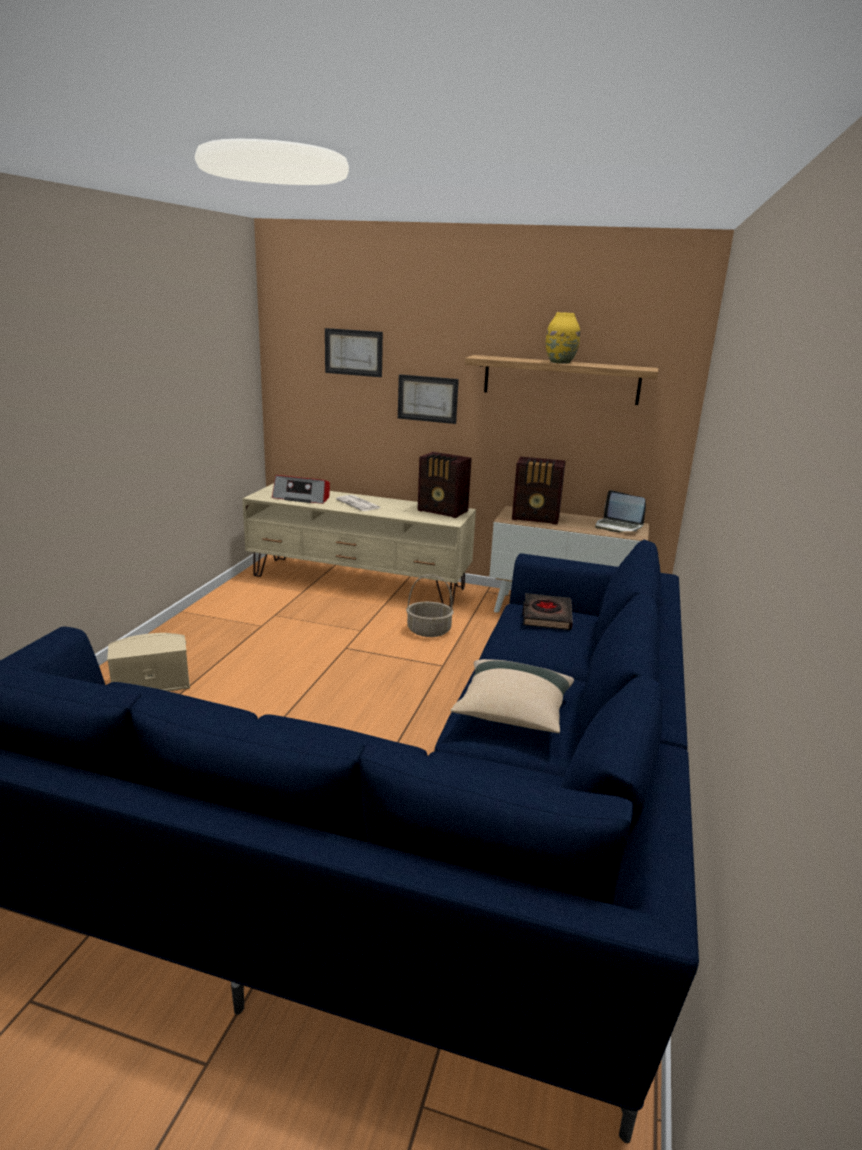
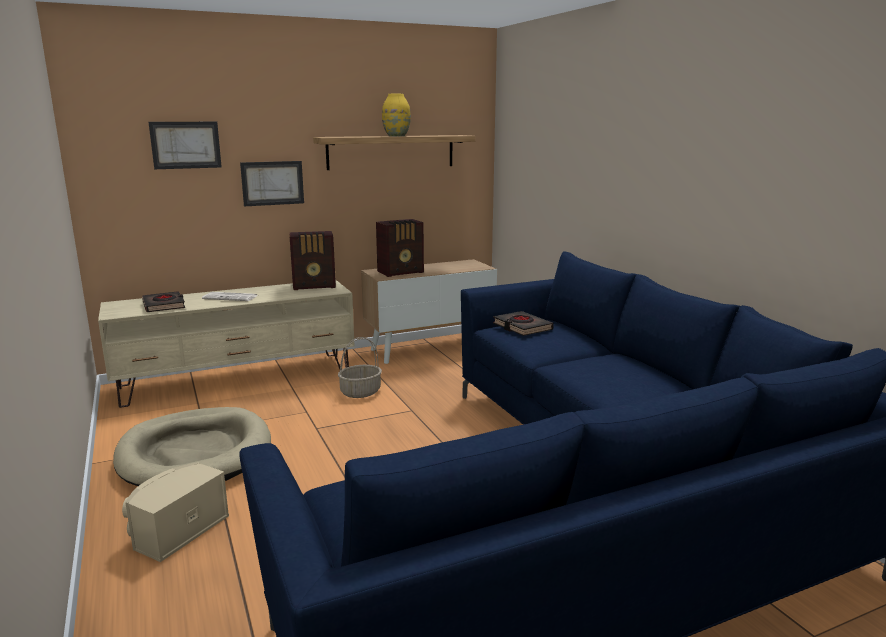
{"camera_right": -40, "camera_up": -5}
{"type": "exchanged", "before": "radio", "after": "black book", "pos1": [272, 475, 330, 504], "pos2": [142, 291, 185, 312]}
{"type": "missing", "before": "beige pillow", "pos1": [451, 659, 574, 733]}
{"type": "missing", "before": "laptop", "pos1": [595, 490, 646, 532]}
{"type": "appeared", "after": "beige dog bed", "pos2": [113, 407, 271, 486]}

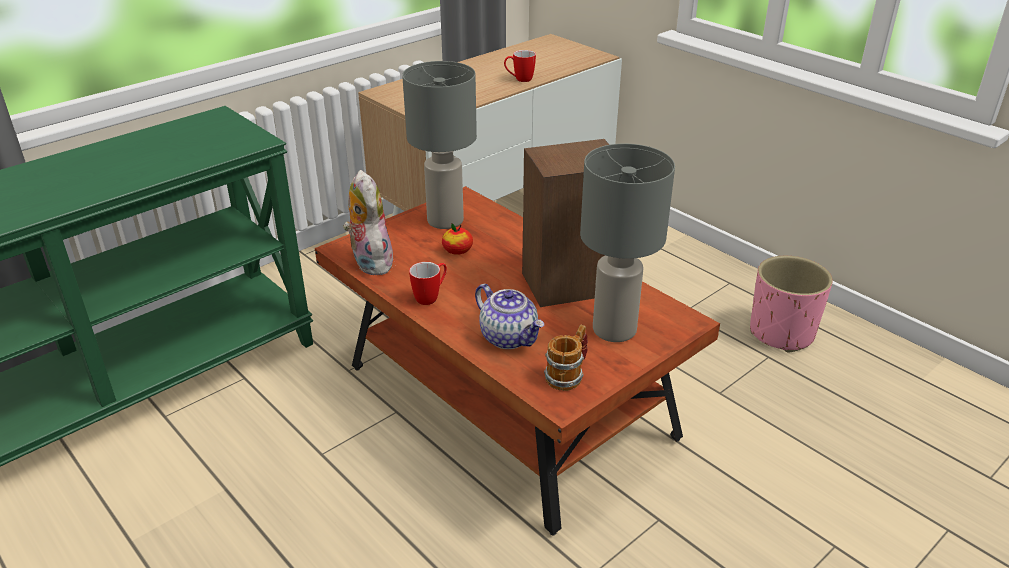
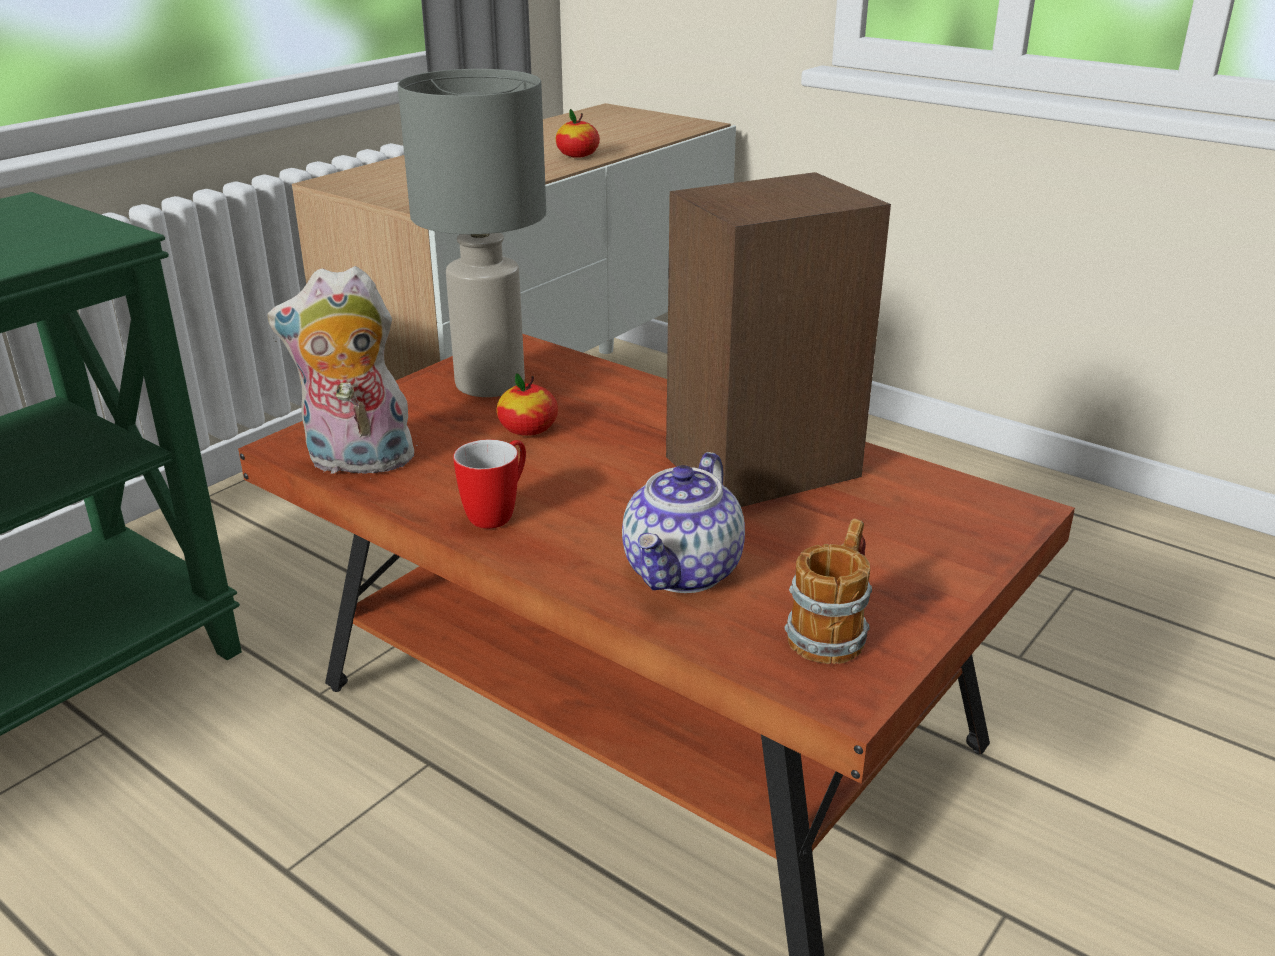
{"camera_right": -10, "camera_up": -5}
{"type": "spun", "before": "plush toy", "pos1": [343, 170, 393, 275], "pos2": [267, 266, 422, 477], "turn": -60}
{"type": "spun", "before": "teapot", "pos1": [475, 284, 544, 349], "pos2": [622, 452, 745, 593], "turn": 75}
{"type": "exchanged", "before": "mug", "after": "apple", "pos1": [504, 50, 536, 82], "pos2": [555, 109, 600, 158]}
{"type": "missing", "before": "grey table lamp", "pos1": [580, 144, 675, 342]}
{"type": "missing", "before": "pink planter", "pos1": [750, 256, 833, 353]}

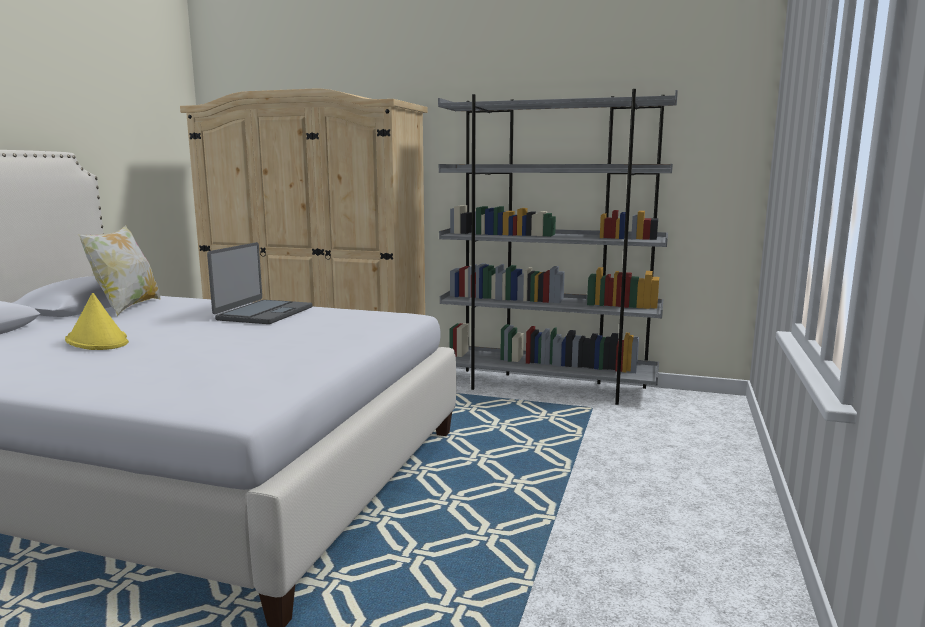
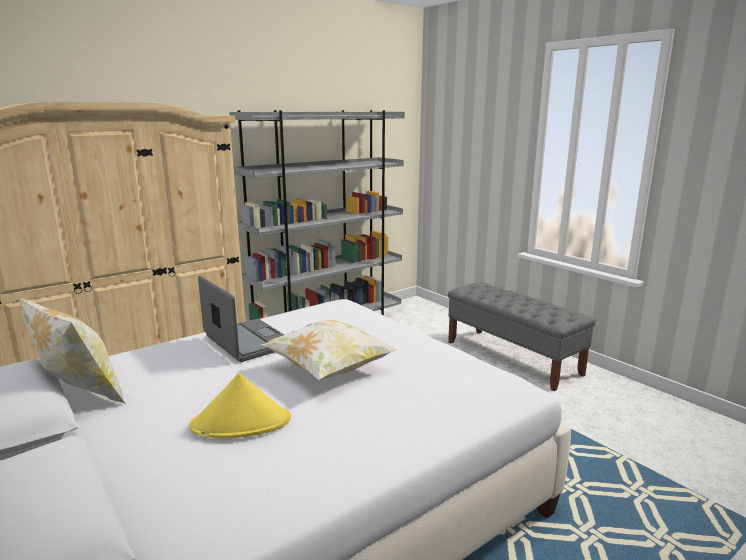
{"camera_right": -55, "camera_up": 5}
{"type": "appeared", "after": "pillow", "pos2": [262, 320, 397, 380]}
{"type": "appeared", "after": "grey bench", "pos2": [448, 282, 596, 391]}

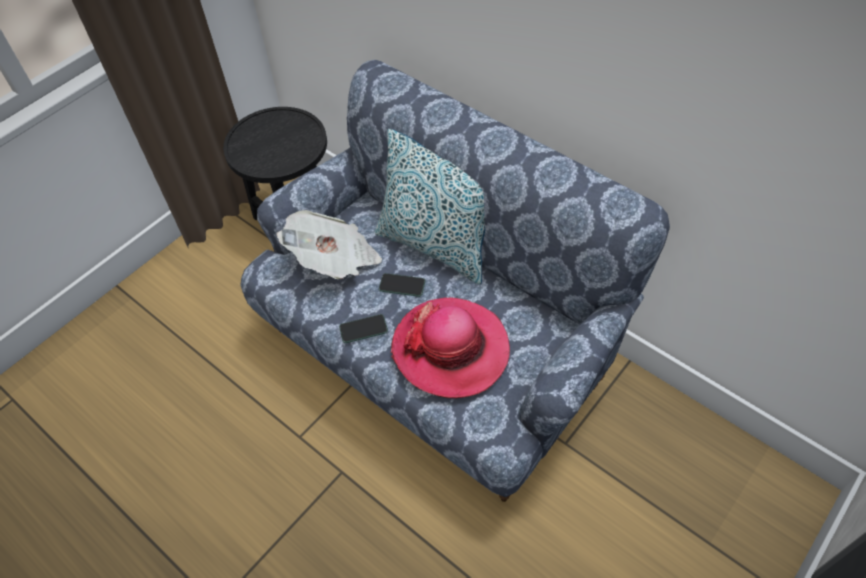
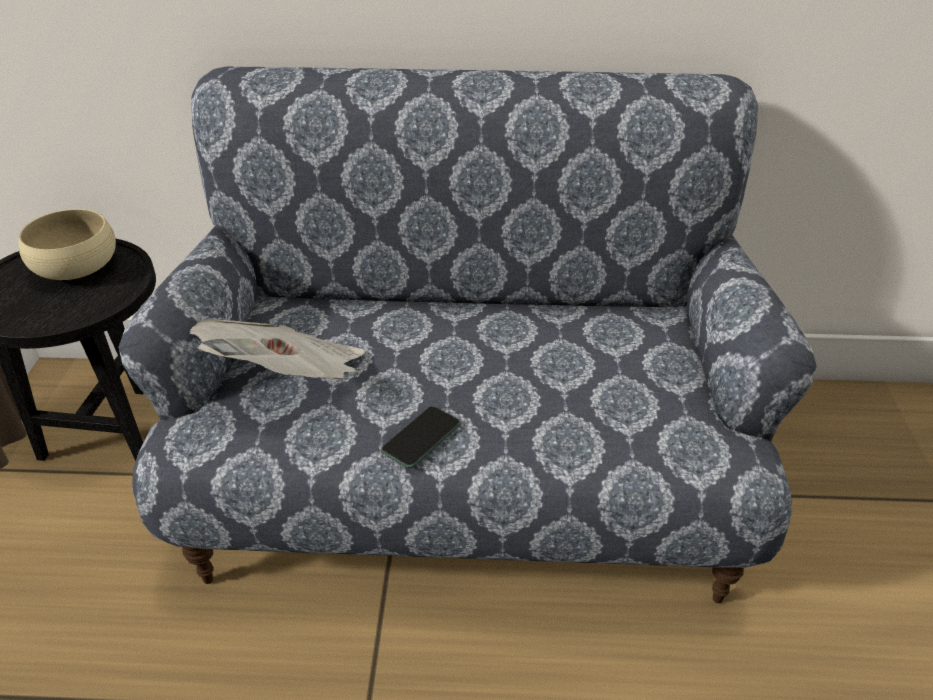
{"camera_right": -40, "camera_up": -15}
{"type": "missing", "before": "pillow", "pos1": [375, 129, 485, 284]}
{"type": "missing", "before": "phone", "pos1": [379, 273, 426, 297]}
{"type": "missing", "before": "hat", "pos1": [391, 297, 510, 398]}
{"type": "appeared", "after": "beige bowl", "pos2": [19, 209, 116, 280]}

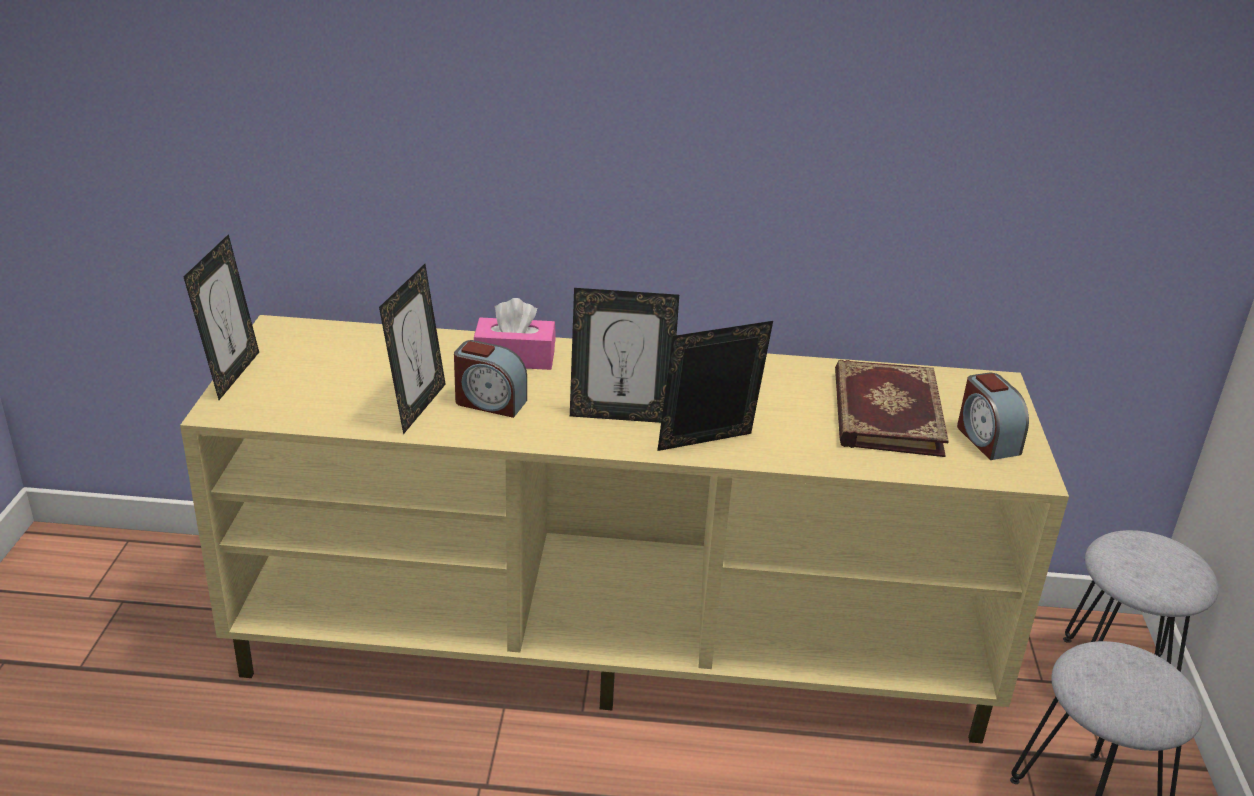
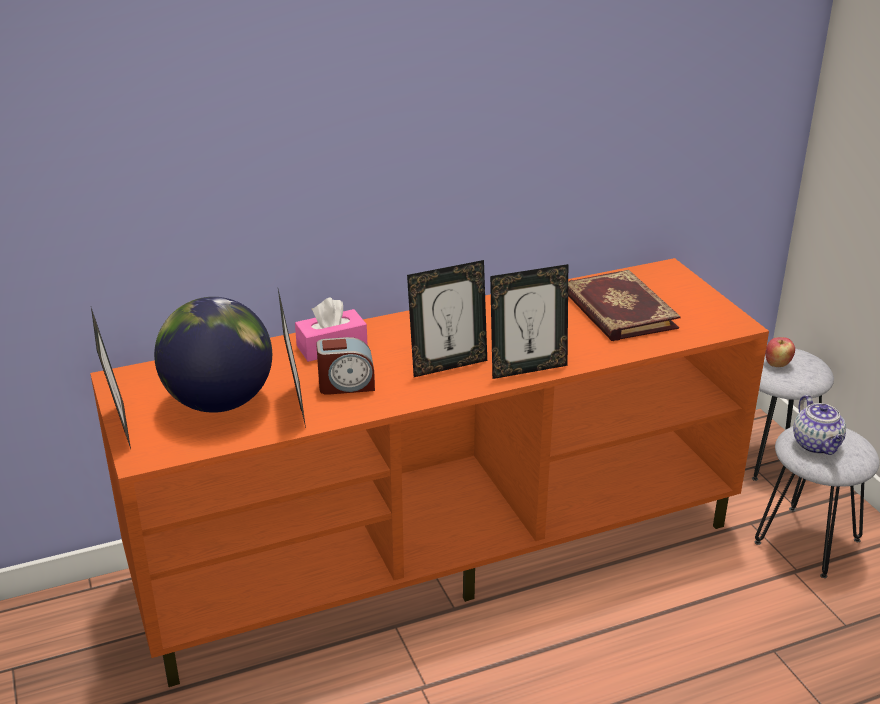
{"camera_right": -25, "camera_up": 0}
{"type": "colour", "before": "beige tv stand", "after": "orange tv stand", "pos1": [180, 315, 1069, 744], "pos2": [90, 258, 769, 687]}
{"type": "spun", "before": "picture frame", "pos1": [657, 321, 773, 451], "pos2": [490, 264, 568, 379], "turn": -150}
{"type": "missing", "before": "alarm clock", "pos1": [957, 373, 1029, 460]}
{"type": "appeared", "after": "globe", "pos2": [154, 297, 272, 413]}
{"type": "appeared", "after": "apple", "pos2": [765, 337, 795, 367]}
{"type": "appeared", "after": "teapot", "pos2": [793, 395, 846, 455]}

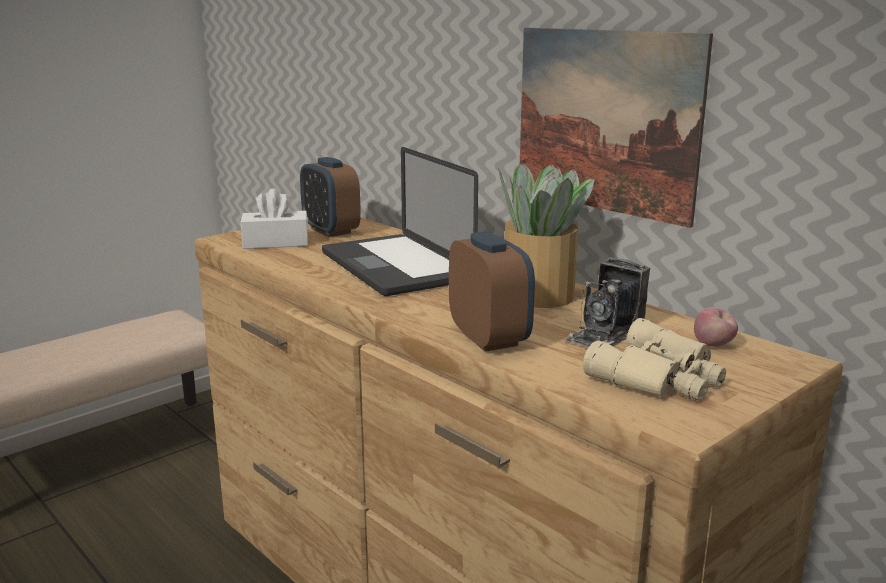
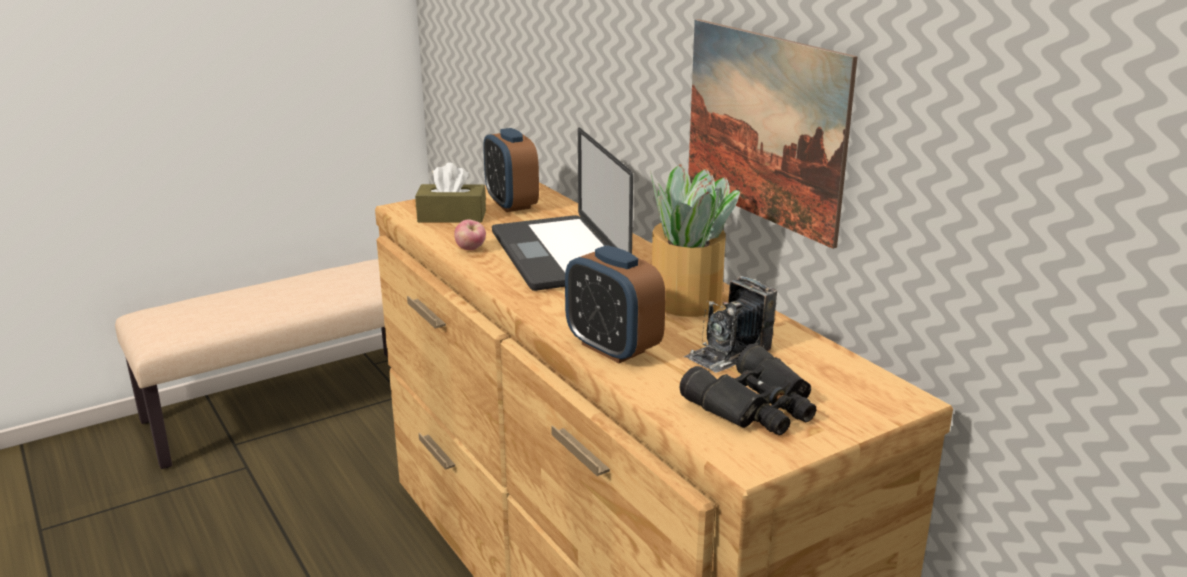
{"camera_right": 10, "camera_up": 5}
{"type": "colour", "before": "white tissue box", "after": "brown tissue box", "pos1": [240, 188, 309, 249], "pos2": [415, 162, 486, 223]}
{"type": "spun", "before": "alarm clock", "pos1": [449, 232, 535, 352], "pos2": [565, 245, 666, 363], "turn": 150}
{"type": "colour", "before": "beige binoculars", "after": "black binoculars", "pos1": [583, 318, 726, 401], "pos2": [680, 343, 816, 435]}
{"type": "relocated", "before": "apple", "pos1": [694, 307, 738, 347], "pos2": [454, 219, 486, 250]}

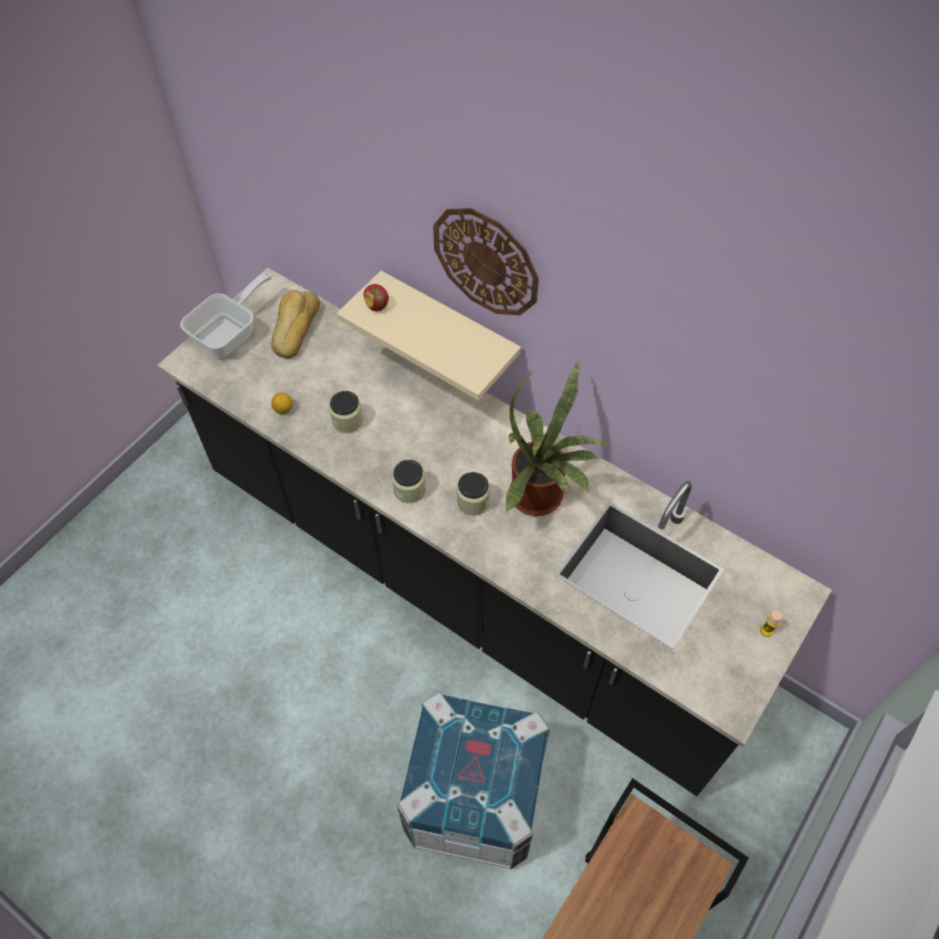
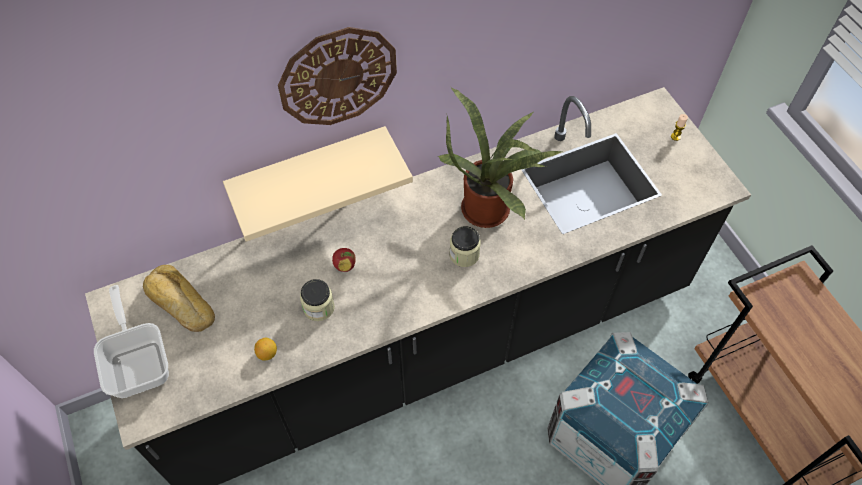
{"camera_right": -60, "camera_up": 0}
{"type": "relocated", "before": "apple", "pos1": [363, 284, 389, 311], "pos2": [332, 248, 356, 272]}
{"type": "missing", "before": "jar", "pos1": [392, 460, 426, 503]}

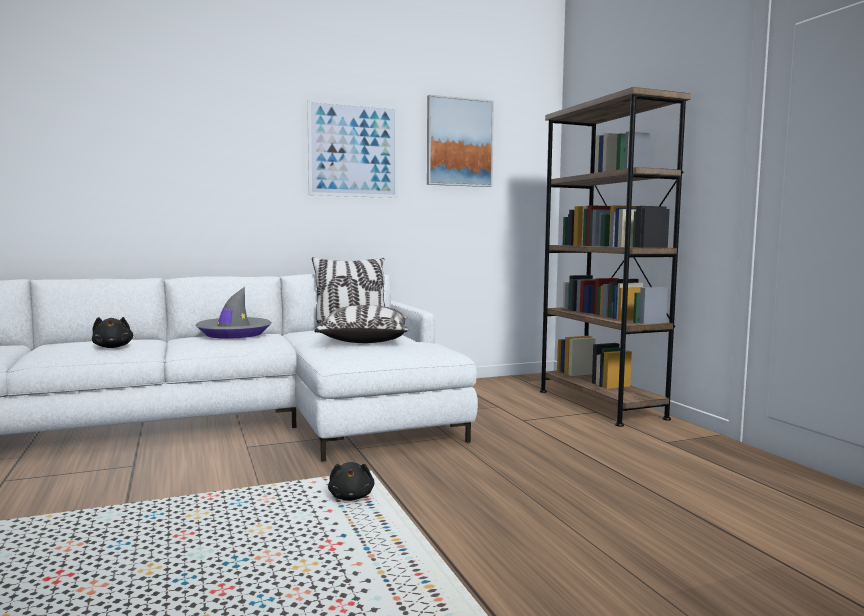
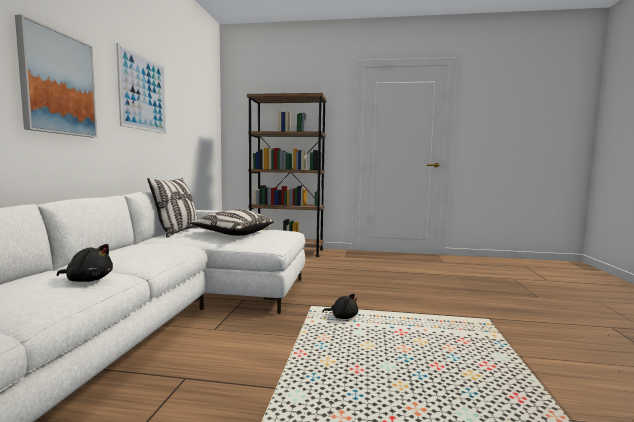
{"camera_right": -60, "camera_up": 0}
{"type": "missing", "before": "grey hat", "pos1": [195, 287, 272, 339]}
{"type": "relocated", "before": "picture", "pos1": [427, 95, 494, 187], "pos2": [15, 14, 97, 138]}

